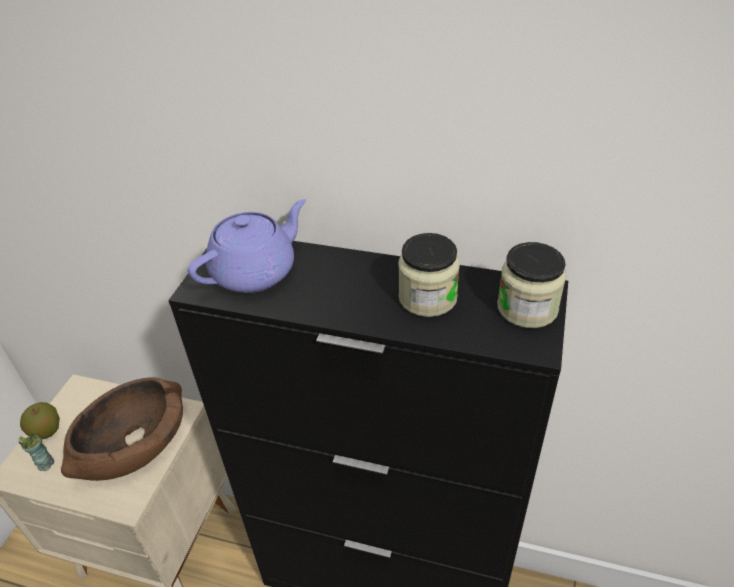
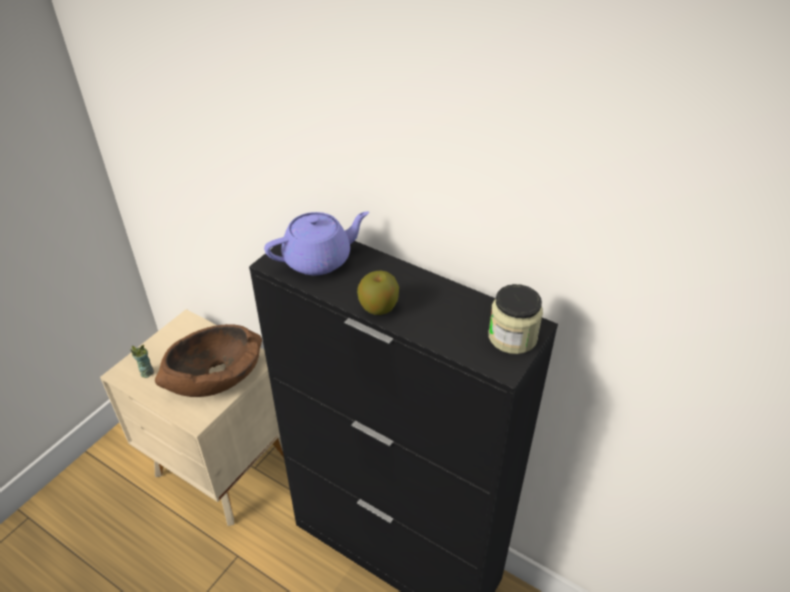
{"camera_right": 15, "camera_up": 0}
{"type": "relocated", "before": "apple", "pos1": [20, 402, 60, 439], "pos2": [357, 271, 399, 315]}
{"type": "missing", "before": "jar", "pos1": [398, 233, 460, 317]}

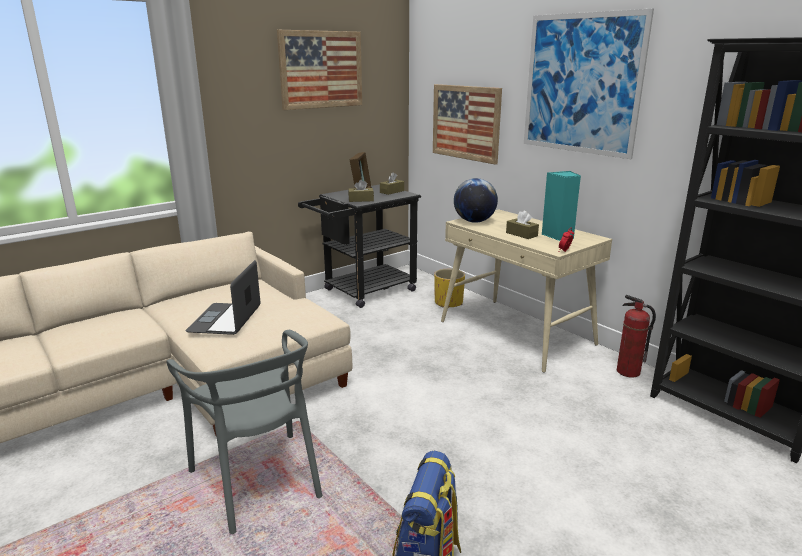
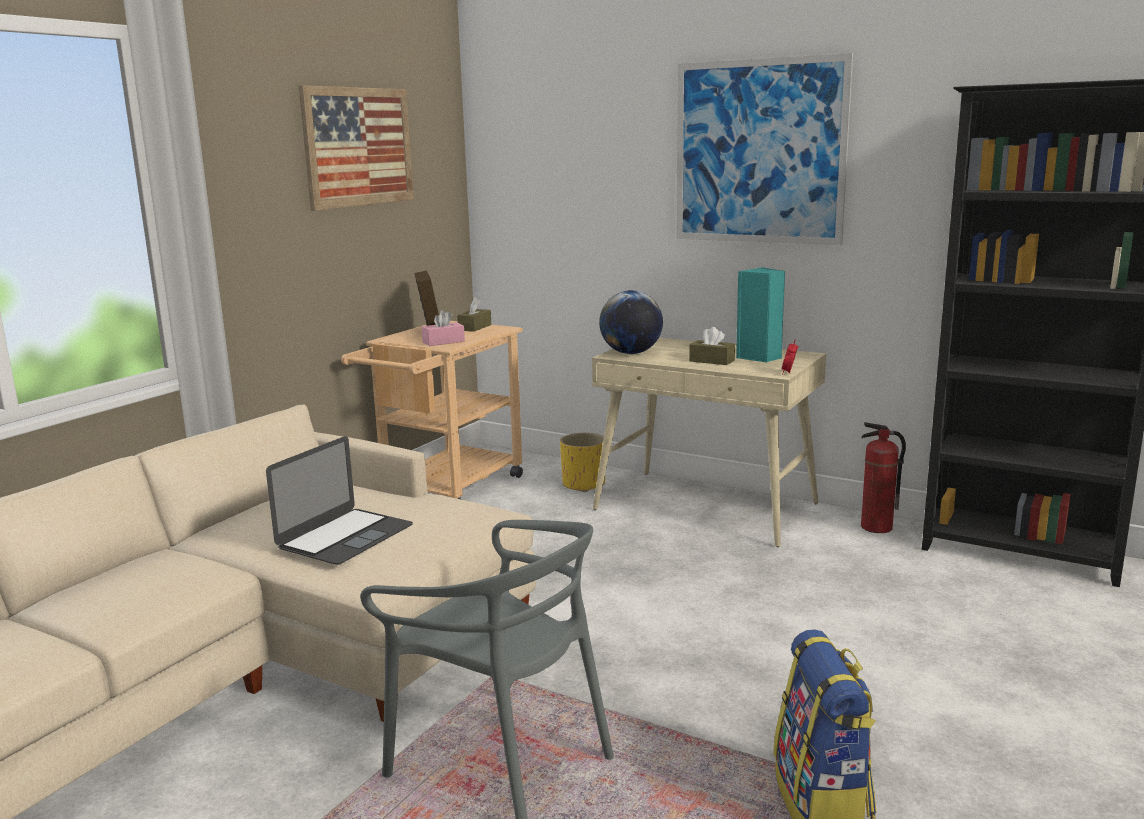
{"camera_right": -20, "camera_up": -5}
{"type": "spun", "before": "laptop", "pos1": [186, 260, 261, 335], "pos2": [266, 436, 413, 565], "turn": -135}
{"type": "colour", "before": "black cart", "after": "beige cart", "pos1": [298, 184, 421, 308], "pos2": [341, 321, 523, 500]}
{"type": "colour", "before": "brown tissue box", "after": "pink tissue box", "pos1": [348, 180, 374, 202], "pos2": [421, 310, 465, 346]}
{"type": "missing", "before": "picture", "pos1": [433, 84, 502, 165]}

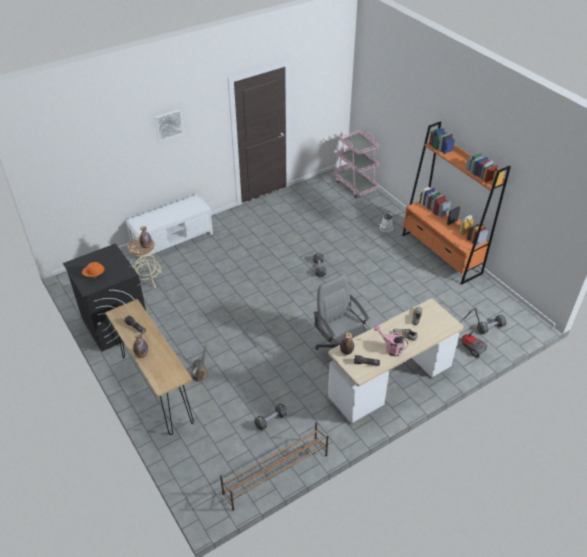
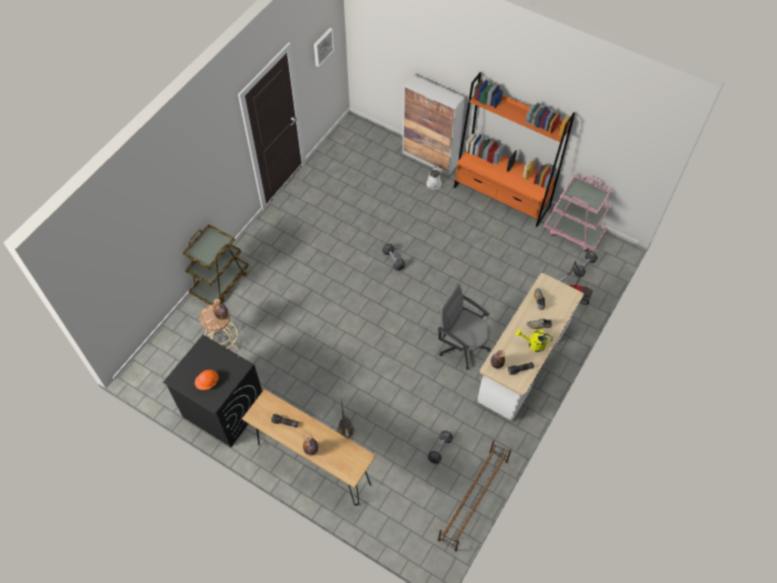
{"camera_right": -25, "camera_up": 15}
{"type": "exchanged", "before": "white bench", "after": "brown cart", "pos1": [126, 194, 213, 262], "pos2": [183, 224, 249, 305]}
{"type": "relocated", "before": "picture", "pos1": [155, 109, 183, 141], "pos2": [314, 28, 334, 67]}
{"type": "relocated", "before": "pink cart", "pos1": [333, 130, 379, 198], "pos2": [544, 174, 611, 252]}
{"type": "colour", "before": "pink watering can", "after": "yellow watering can", "pos1": [374, 325, 408, 357], "pos2": [515, 329, 553, 352]}
{"type": "appeared", "after": "cabinet", "pos2": [402, 74, 465, 175]}

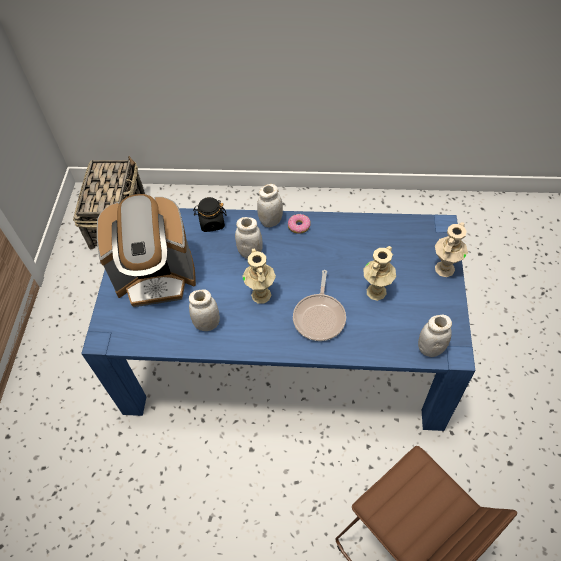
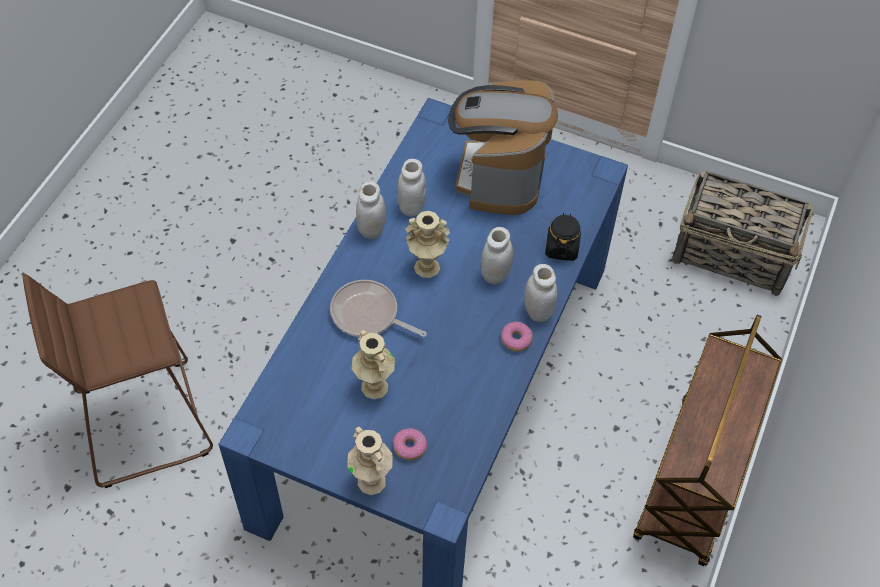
{"camera_right": 105, "camera_up": 0}
{"type": "relocated", "before": "white jar", "pos1": [418, 315, 452, 357], "pos2": [356, 181, 386, 239]}
{"type": "appeared", "after": "donut", "pos2": [393, 428, 428, 461]}
{"type": "appeared", "after": "brown cart", "pos2": [633, 315, 782, 567]}

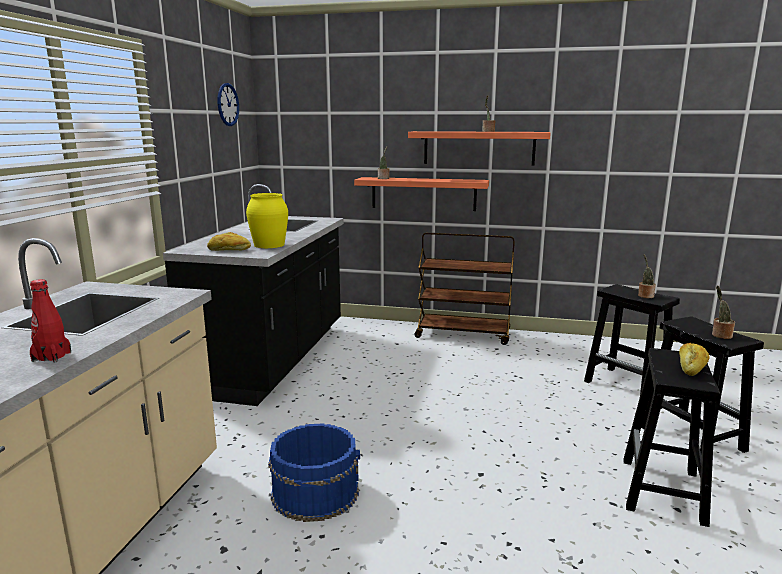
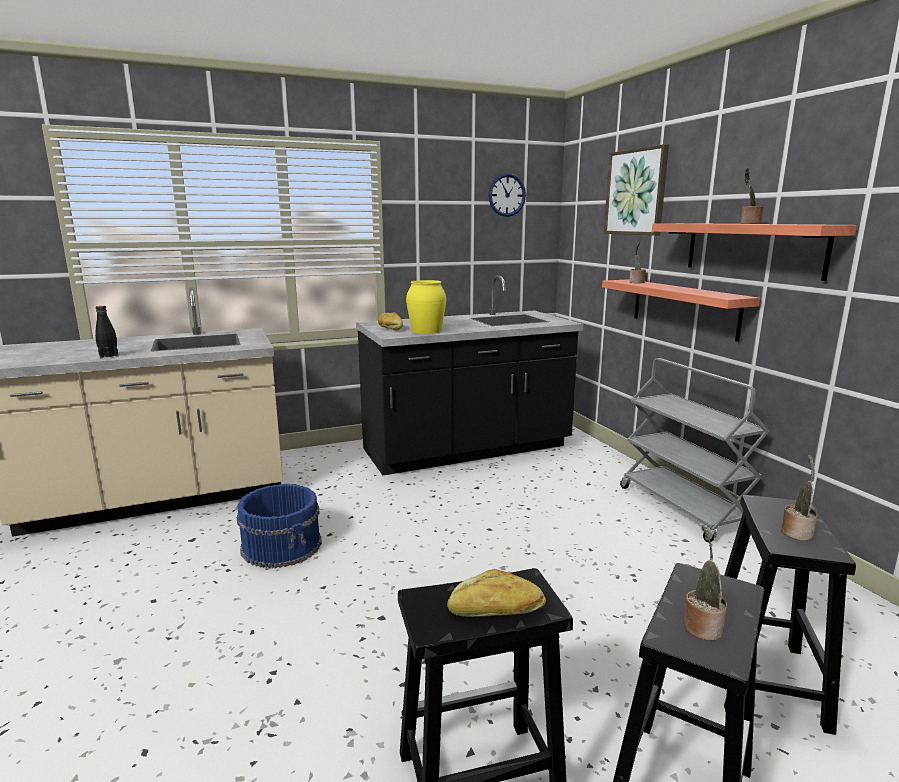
{"camera_right": 55, "camera_up": 0}
{"type": "colour", "before": "red bottle", "after": "black bottle", "pos1": [30, 279, 71, 362], "pos2": [95, 306, 119, 358]}
{"type": "colour", "before": "brown cart", "after": "grey cart", "pos1": [414, 232, 515, 345], "pos2": [620, 358, 769, 542]}
{"type": "appeared", "after": "picture", "pos2": [604, 144, 669, 235]}

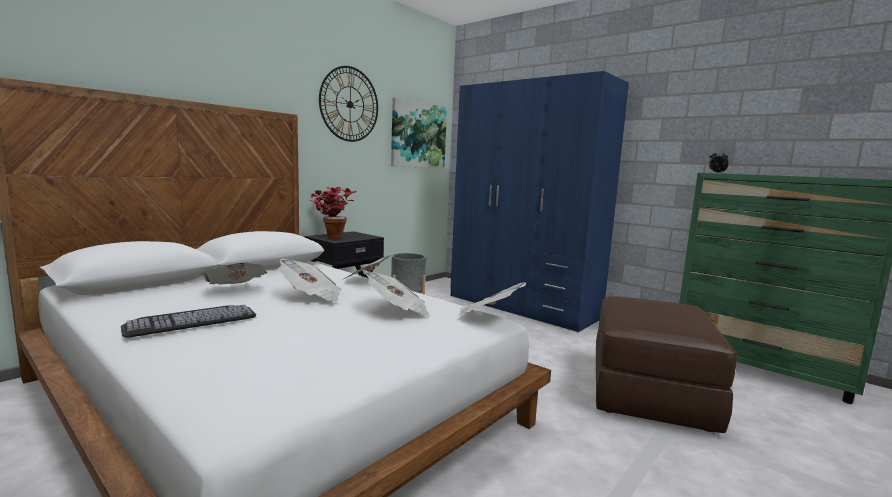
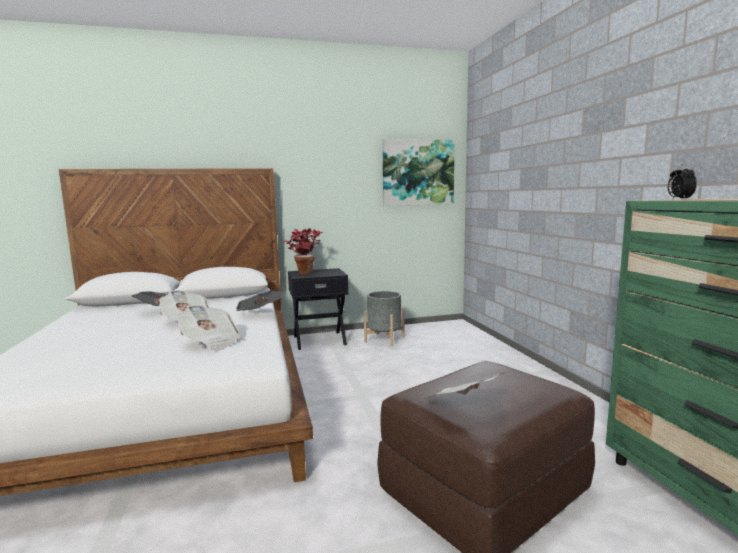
{"camera_right": 35, "camera_up": 0}
{"type": "missing", "before": "keyboard", "pos1": [121, 305, 256, 338]}
{"type": "missing", "before": "wall clock", "pos1": [319, 66, 378, 142]}
{"type": "missing", "before": "blue wardrobe", "pos1": [450, 71, 629, 332]}
{"type": "relocated", "before": "newspaper", "pos1": [458, 282, 526, 316], "pos2": [422, 373, 504, 400]}

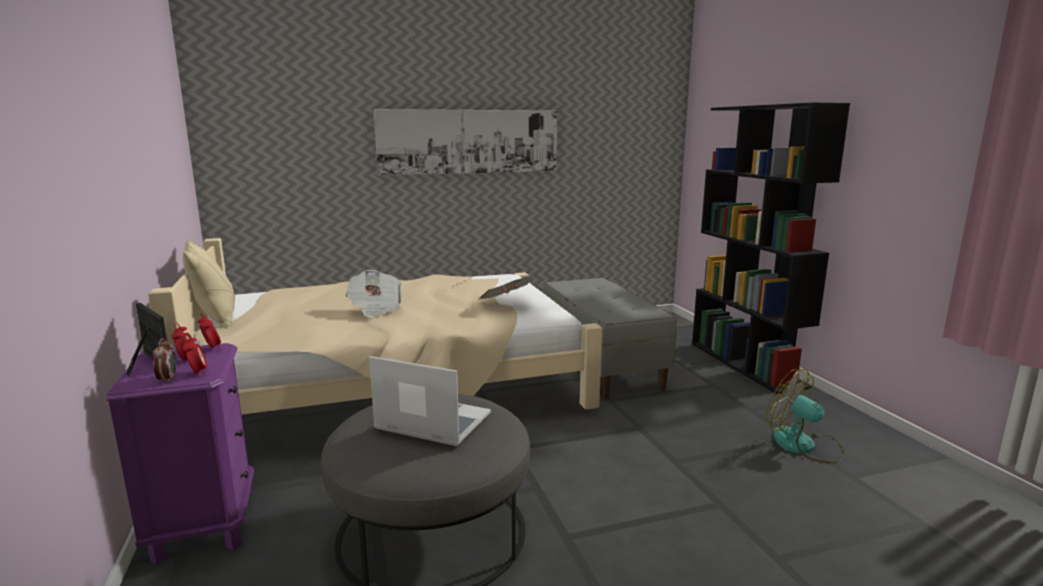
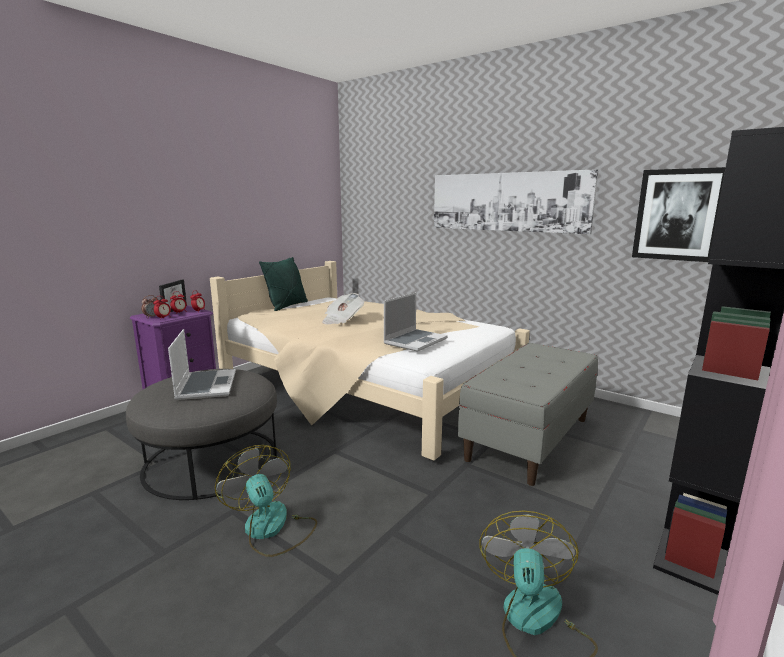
{"camera_right": 55, "camera_up": 0}
{"type": "colour", "before": "beige pillow", "after": "green pillow", "pos1": [183, 239, 235, 329], "pos2": [259, 257, 308, 311]}
{"type": "exchanged", "before": "newspaper", "after": "laptop", "pos1": [479, 277, 533, 299], "pos2": [384, 292, 448, 352]}
{"type": "appeared", "after": "fan", "pos2": [215, 445, 317, 557]}
{"type": "appeared", "after": "picture", "pos2": [632, 167, 726, 262]}

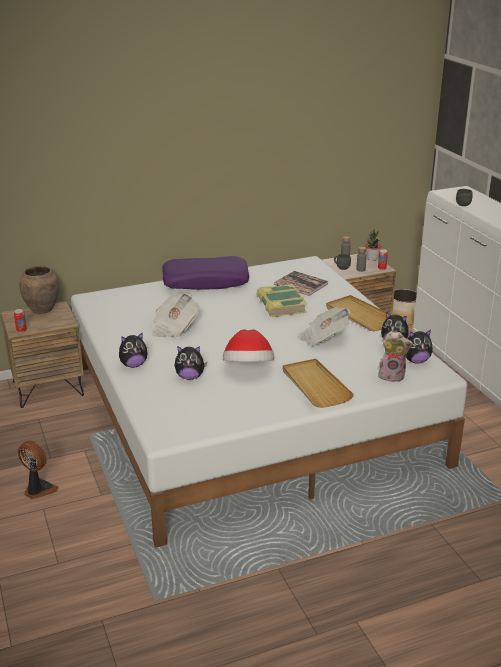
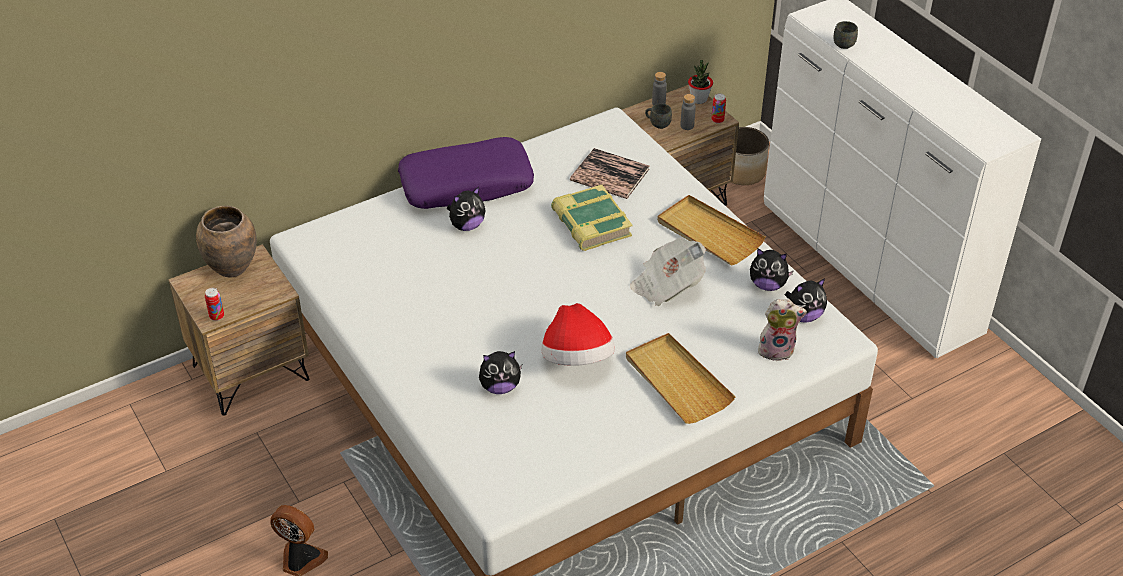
{"camera_right": -10, "camera_up": 15}
{"type": "relocated", "before": "plush toy", "pos1": [119, 332, 148, 368], "pos2": [447, 187, 486, 231]}
{"type": "missing", "before": "newspaper", "pos1": [152, 293, 199, 337]}

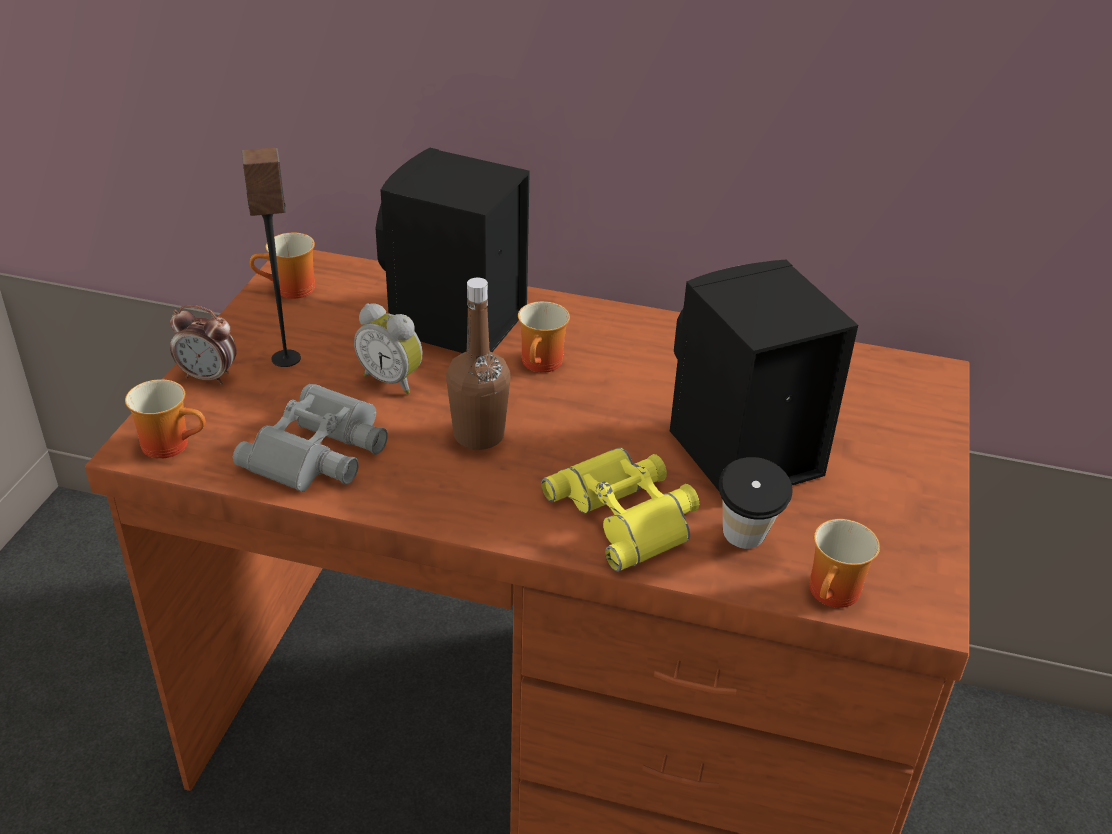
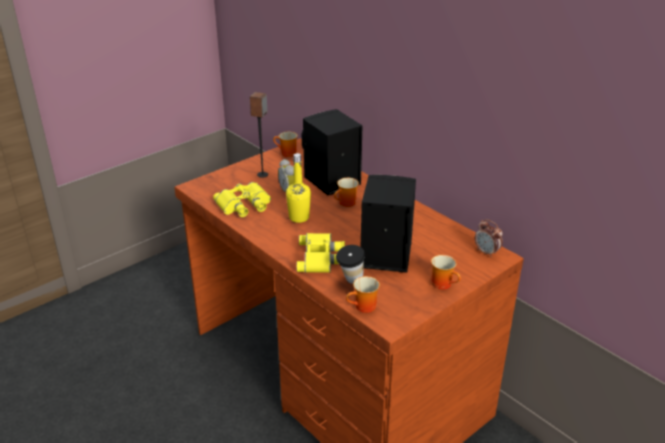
{"camera_right": 35, "camera_up": -5}
{"type": "relocated", "before": "mug", "pos1": [125, 379, 206, 459], "pos2": [431, 255, 461, 290]}
{"type": "relocated", "before": "alarm clock", "pos1": [170, 305, 237, 385], "pos2": [475, 219, 503, 258]}
{"type": "colour", "before": "grey binoculars", "after": "yellow binoculars", "pos1": [233, 384, 388, 492], "pos2": [213, 182, 271, 217]}
{"type": "colour", "before": "brown bottle", "after": "yellow bottle", "pos1": [446, 278, 510, 450], "pos2": [286, 153, 311, 223]}

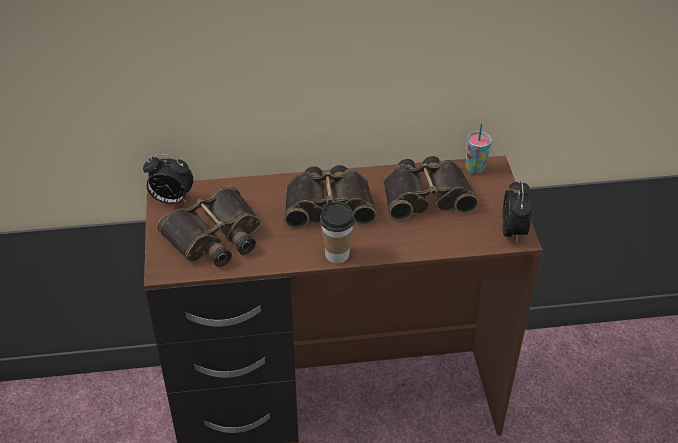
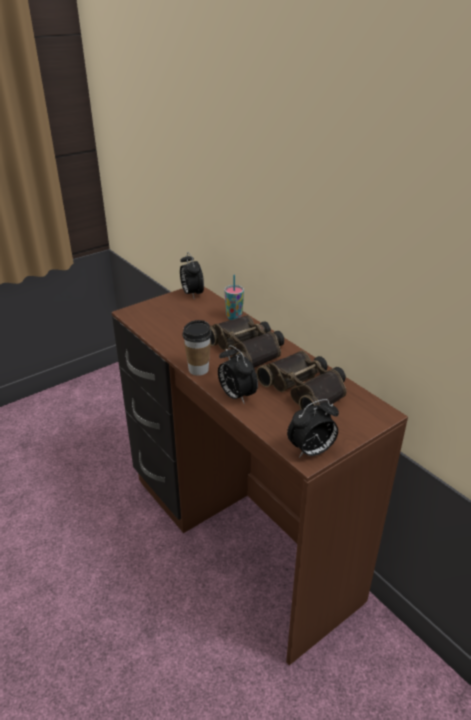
{"camera_right": 60, "camera_up": -10}
{"type": "missing", "before": "binoculars", "pos1": [157, 186, 261, 267]}
{"type": "relocated", "before": "cup", "pos1": [466, 123, 492, 174], "pos2": [224, 275, 244, 320]}
{"type": "appeared", "after": "alarm clock", "pos2": [218, 345, 258, 403]}

